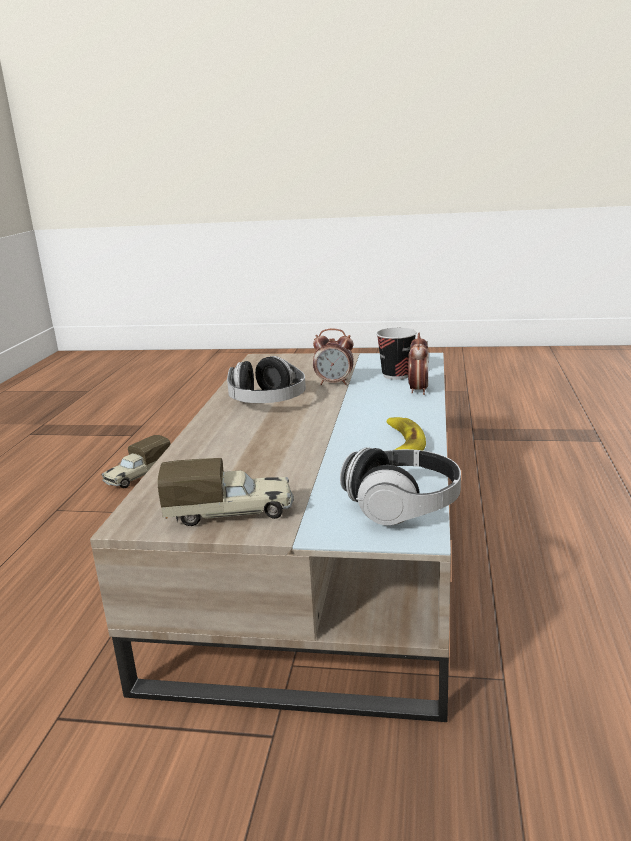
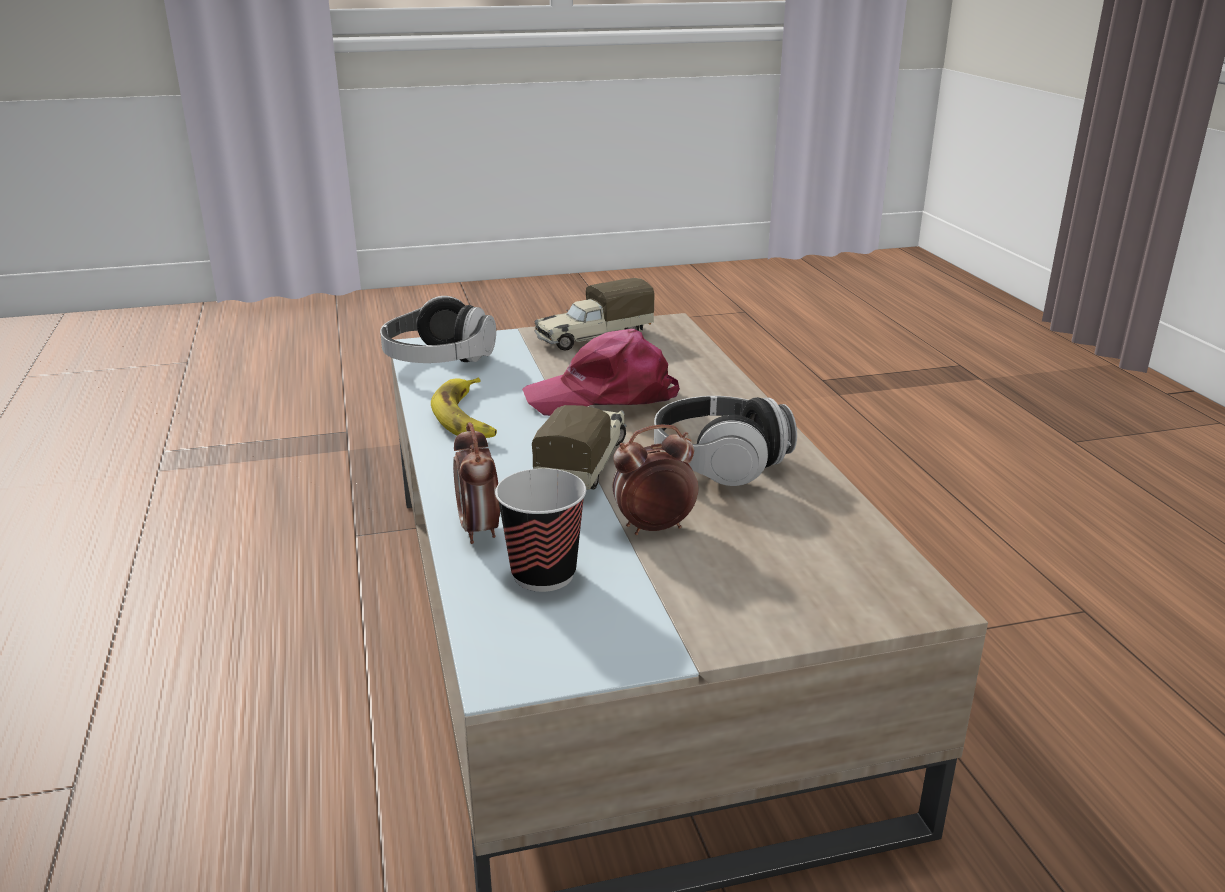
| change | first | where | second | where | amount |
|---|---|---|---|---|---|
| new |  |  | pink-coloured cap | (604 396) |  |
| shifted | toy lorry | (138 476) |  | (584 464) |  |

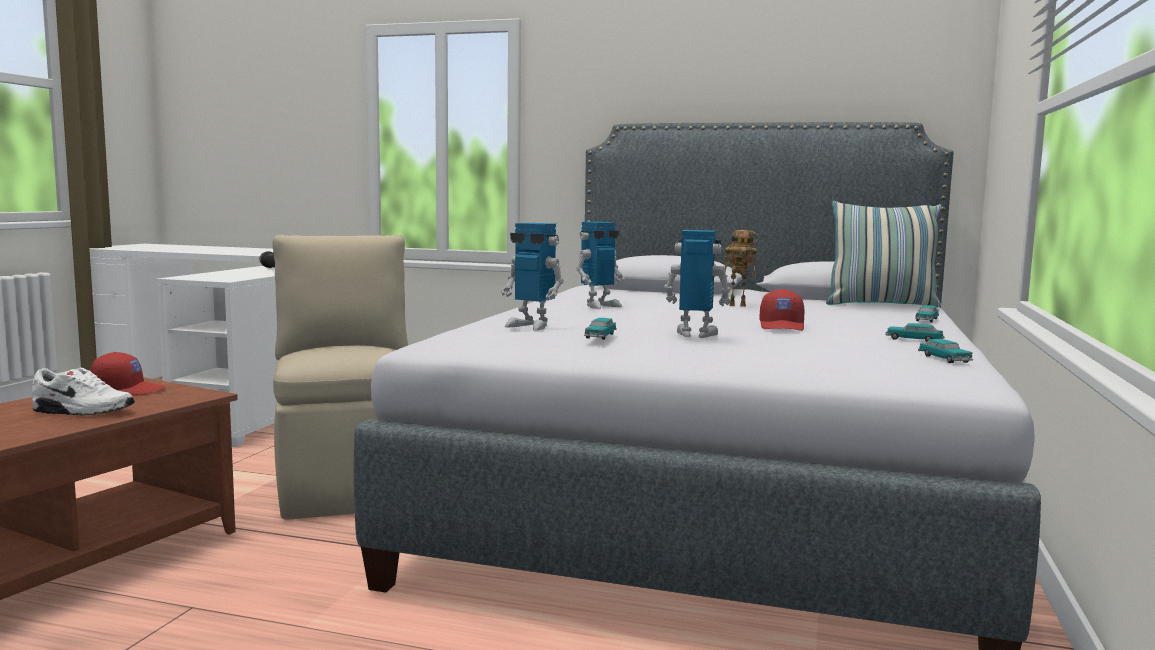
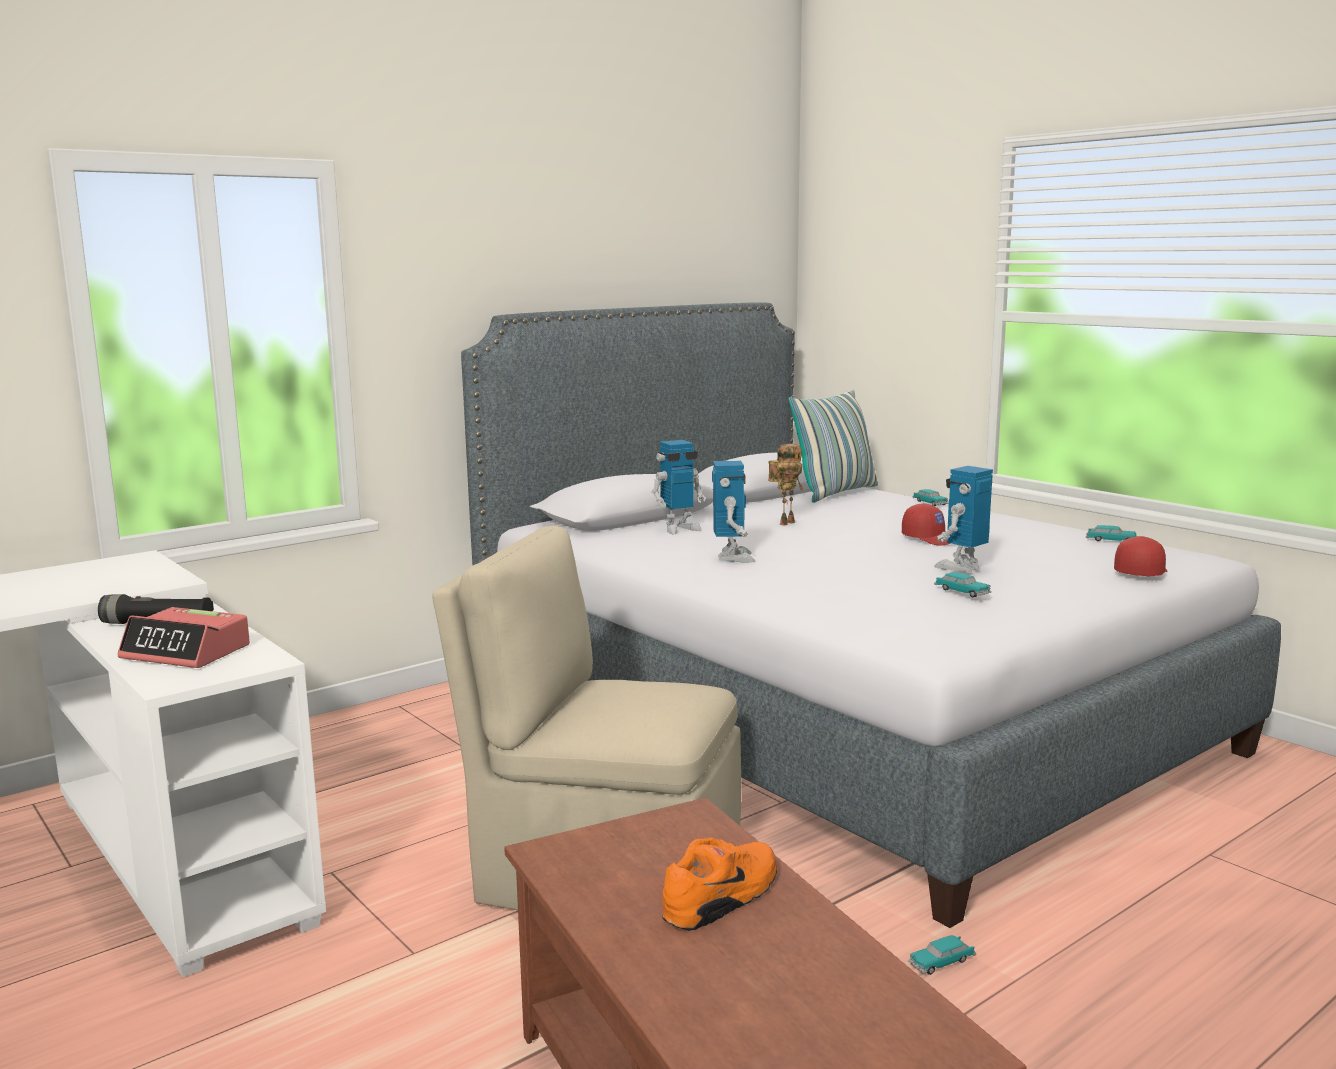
| change | first | where | second | where | amount |
|---|---|---|---|---|---|
| new |  |  | alarm clock | (186 652) |  |
| shifted | reddish cap | (128 390) |  | (1140 572) |  |
| shifted | model robot | (531 326) |  | (679 529) |  |
| shifted | model car | (914 340) |  | (941 962) |  |
| repainted | white low shoe | (82 412) | orange-coloured low shoe | (724 898) |  |

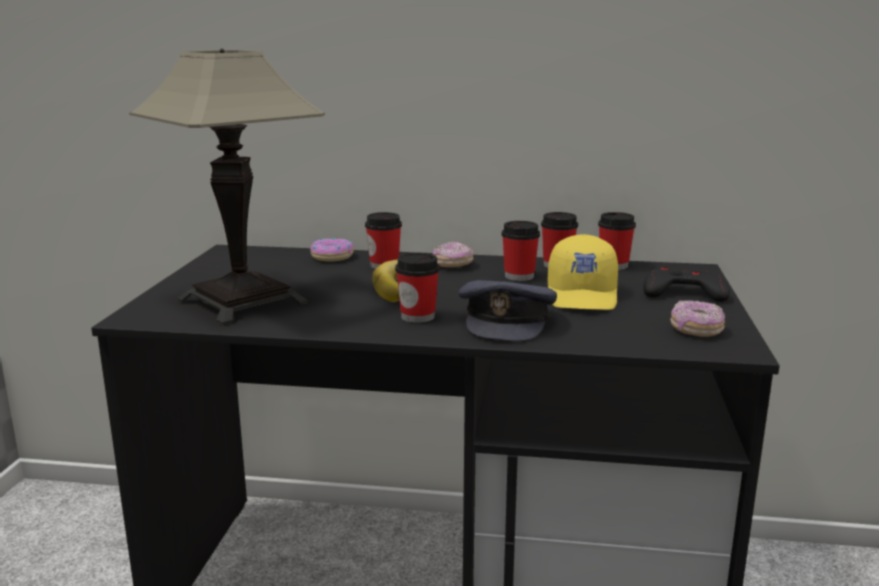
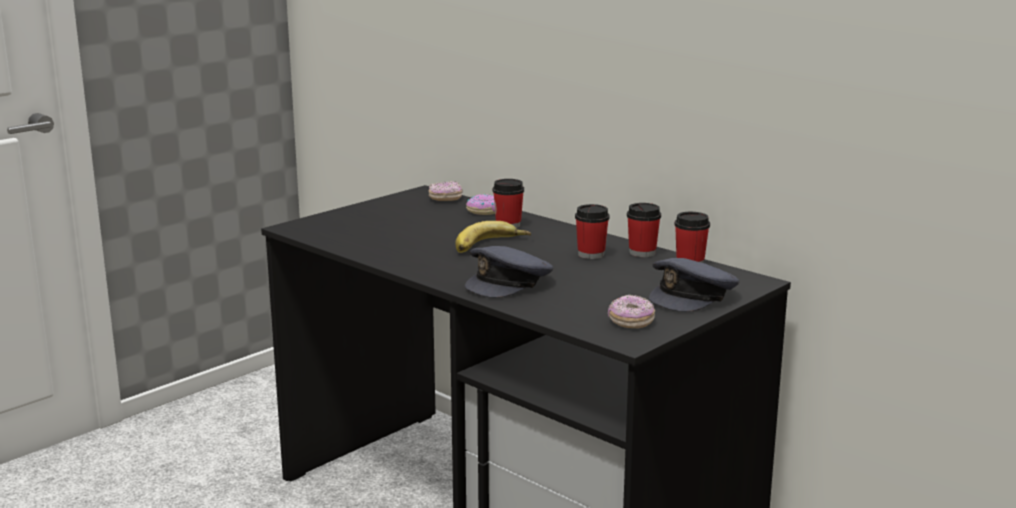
| change | first | where | second | where | amount |
|---|---|---|---|---|---|
| gone | table lamp | (243 301) |  |  |  |
| gone | cup | (418 316) |  |  |  |
| gone | yellowish cap | (583 296) |  |  |  |
| shifted | donut | (453 265) |  | (445 199) |  |
| swapped | blackish joypad | (683 293) | greyish cap | (693 296) |  |

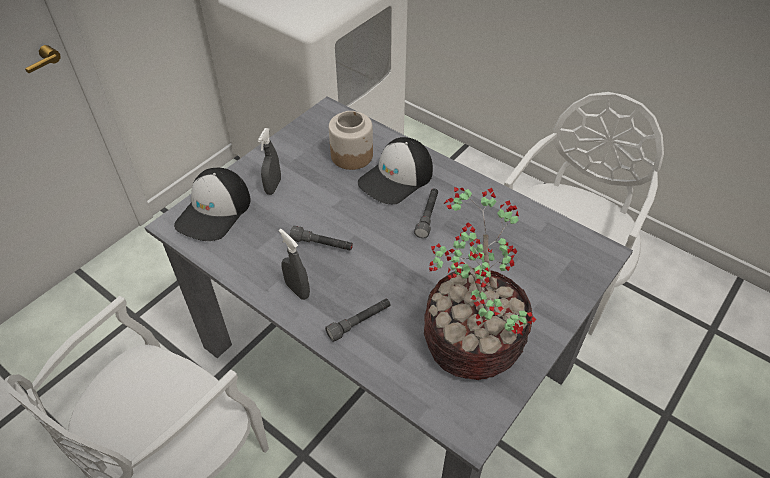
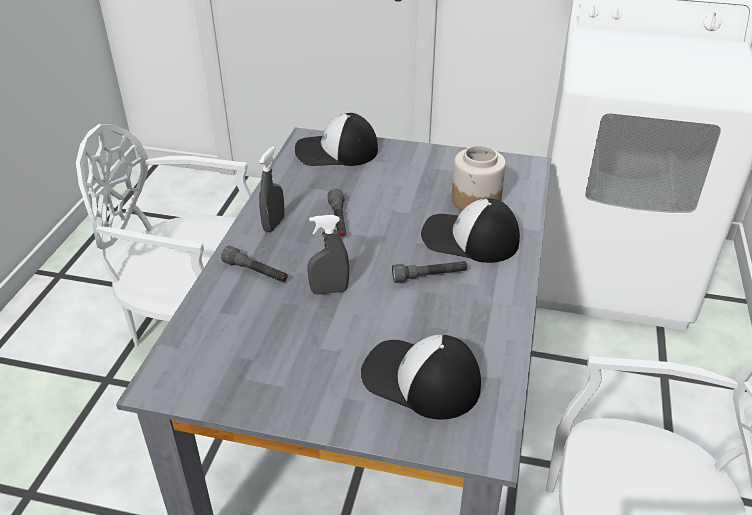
| change | first | where | second | where | amount |
|---|---|---|---|---|---|
| gone | houseplant | (471 337) |  |  |  |
| new |  |  | cap | (420 380) |  |
| shifted | greyish hand sprayer | (273 187) |  | (329 291) |  |

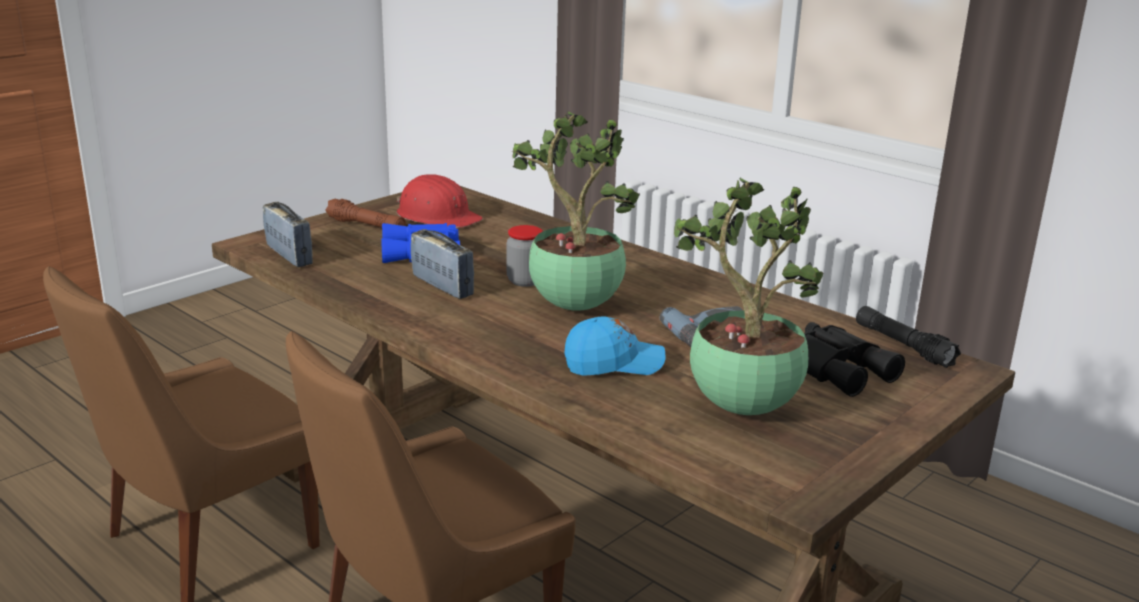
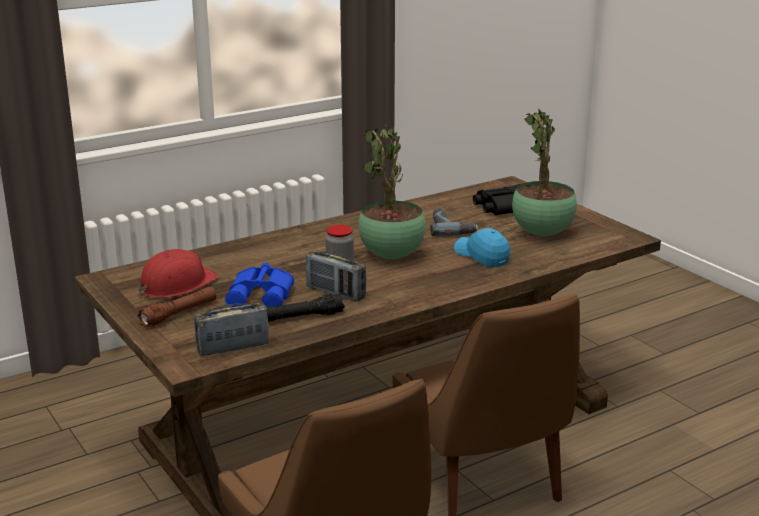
| change | first | where | second | where | amount |
|---|---|---|---|---|---|
| shifted | blackish hand torch | (903 346) |  | (301 317) |  |
| rotated | radio set | (442 286) |  | (335 293) | 120 degrees counterclockwise |
| rotated | blue cap | (614 364) |  | (482 256) | 45 degrees counterclockwise |

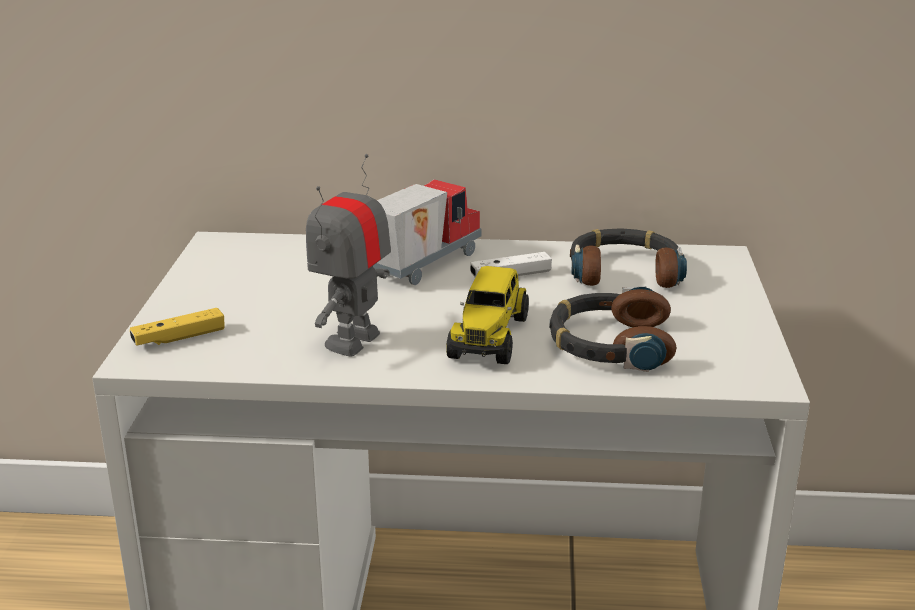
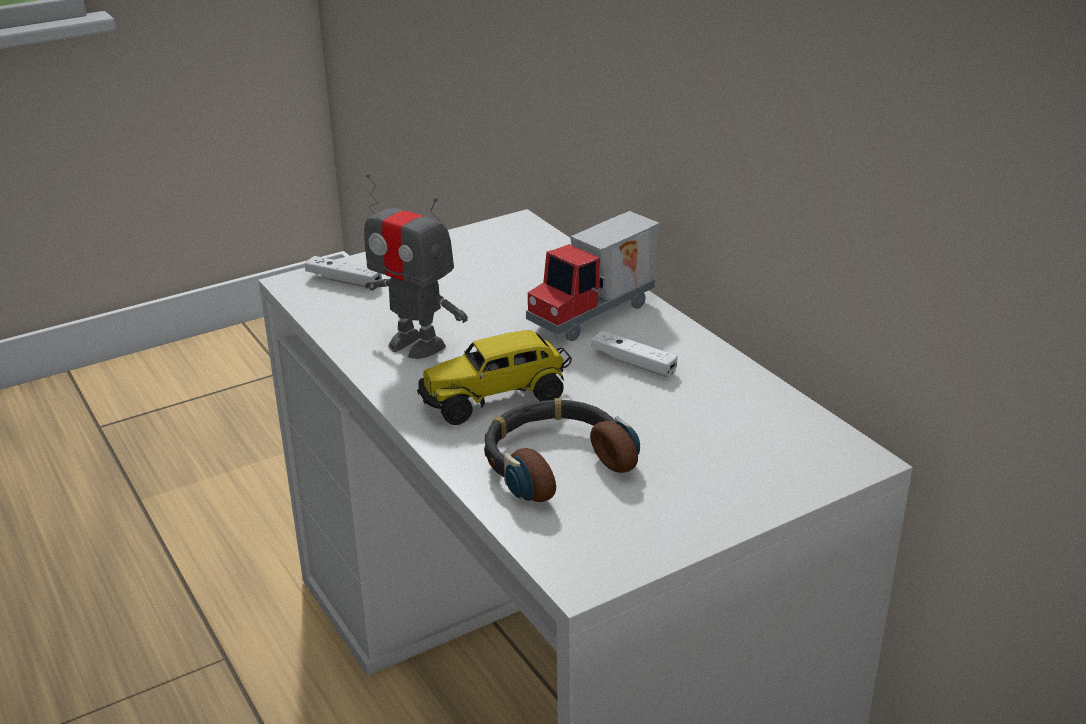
| change | first | where | second | where | amount |
|---|---|---|---|---|---|
| gone | headphones | (624 271) |  |  |  |
| repainted | yellowish joypad | (179 338) | white joypad | (344 281) |  |
| rotated | model robot | (353 341) |  | (416 344) | 135 degrees counterclockwise |
| rotated | toy lorry | (422 264) |  | (596 316) | 135 degrees clockwise |

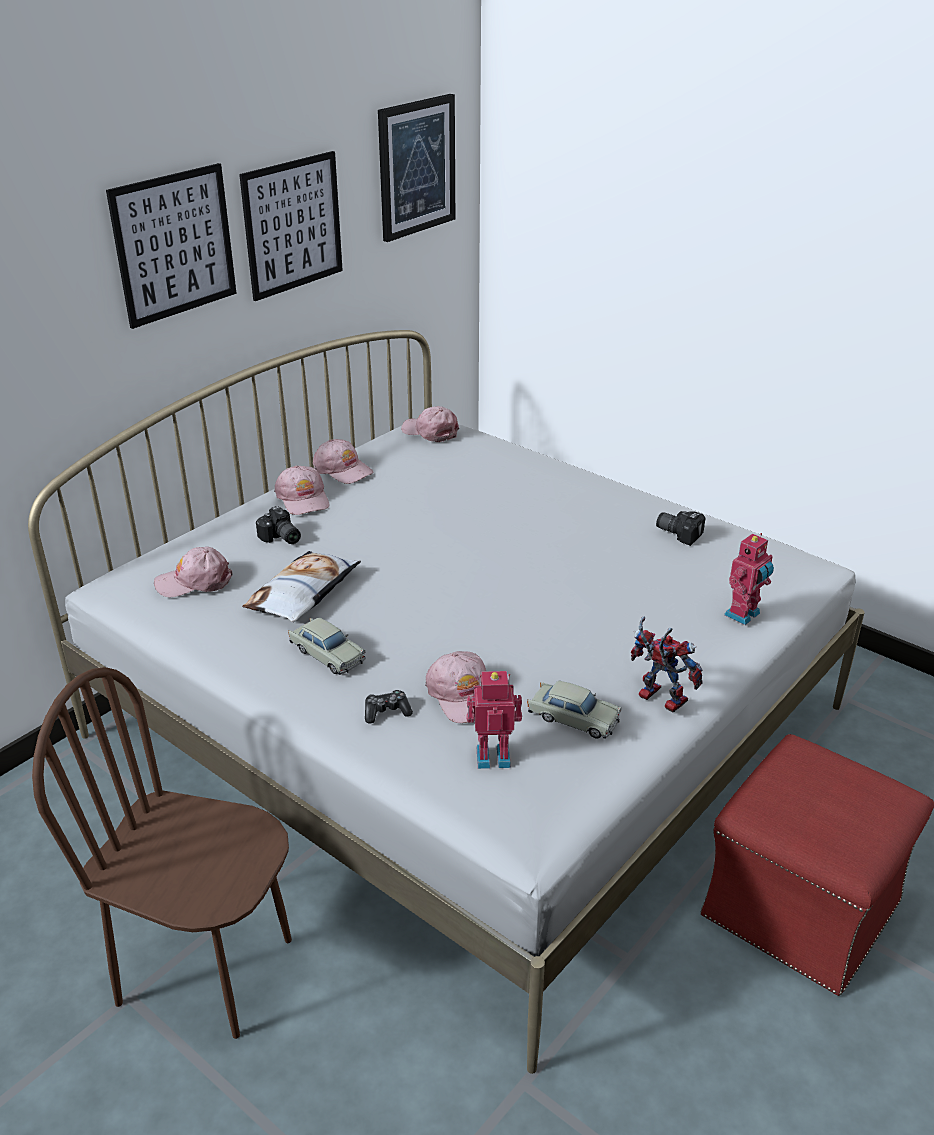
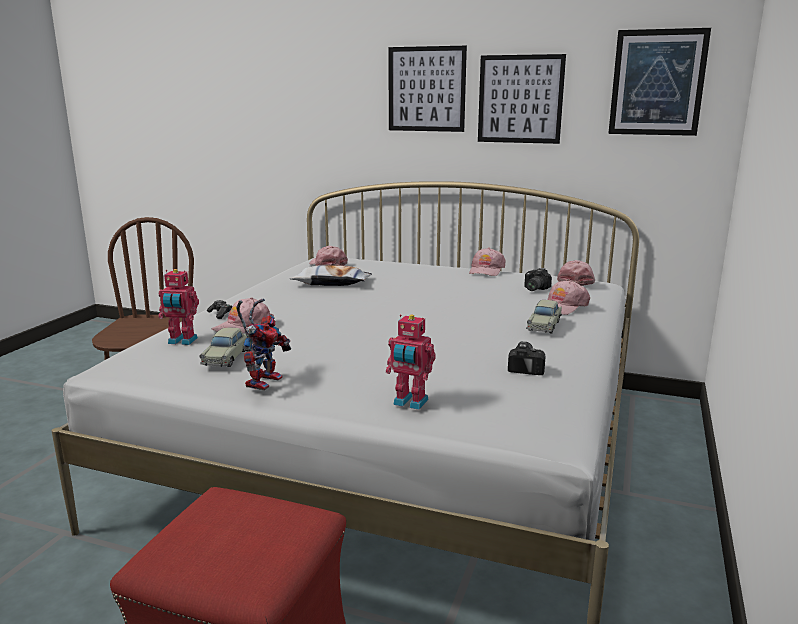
| change | first | where | second | where | amount |
|---|---|---|---|---|---|
| shifted | photo camera | (280 538) |  | (533 289) |  |
| shifted | pink-coloured cap | (303 498) |  | (563 306) |  |
| shifted | beige model car | (327 654) |  | (544 325) |  |
| rotated | model robot | (493 755) |  | (182 341) | 120 degrees clockwise |

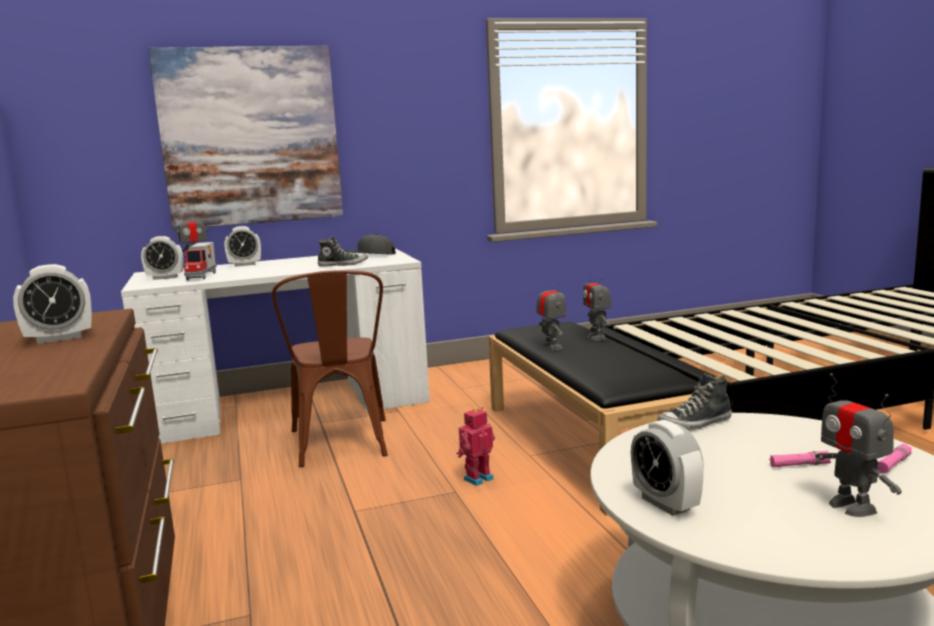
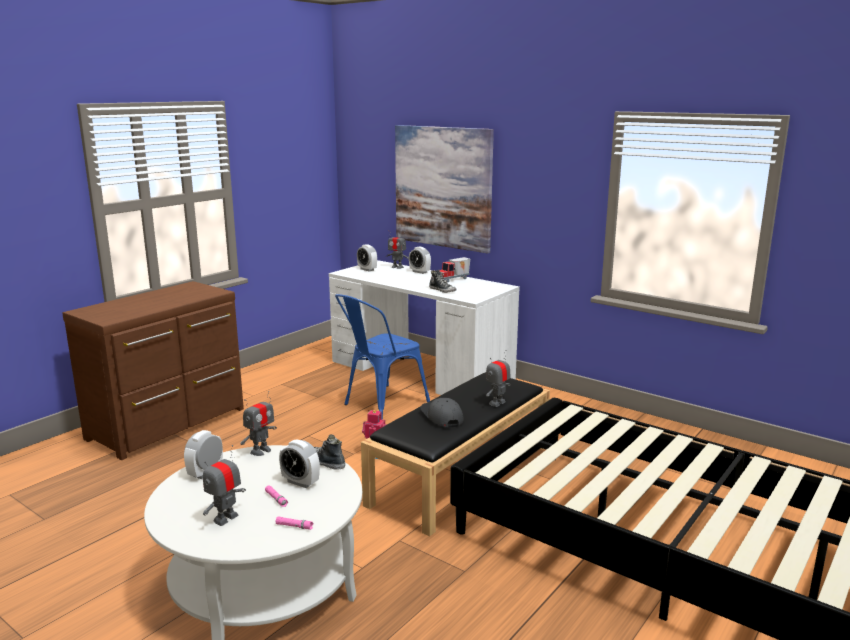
| change | first | where | second | where | amount |
|---|---|---|---|---|---|
| shifted | alarm clock | (59 338) |  | (300 482) |  |
| shifted | toy lorry | (203 276) |  | (454 279) |  |
| shifted | greyish cap | (369 255) |  | (441 417) |  |
| shifted | model robot | (552 347) |  | (260 451) |  |
| repainted | brown chair | (341 446) | blue chair | (380 404) |  |

